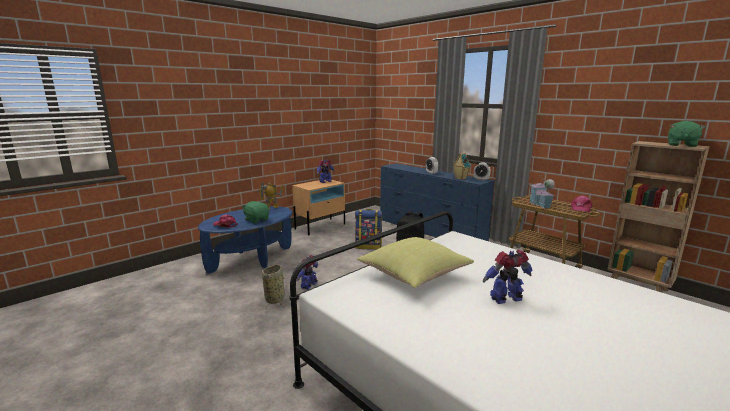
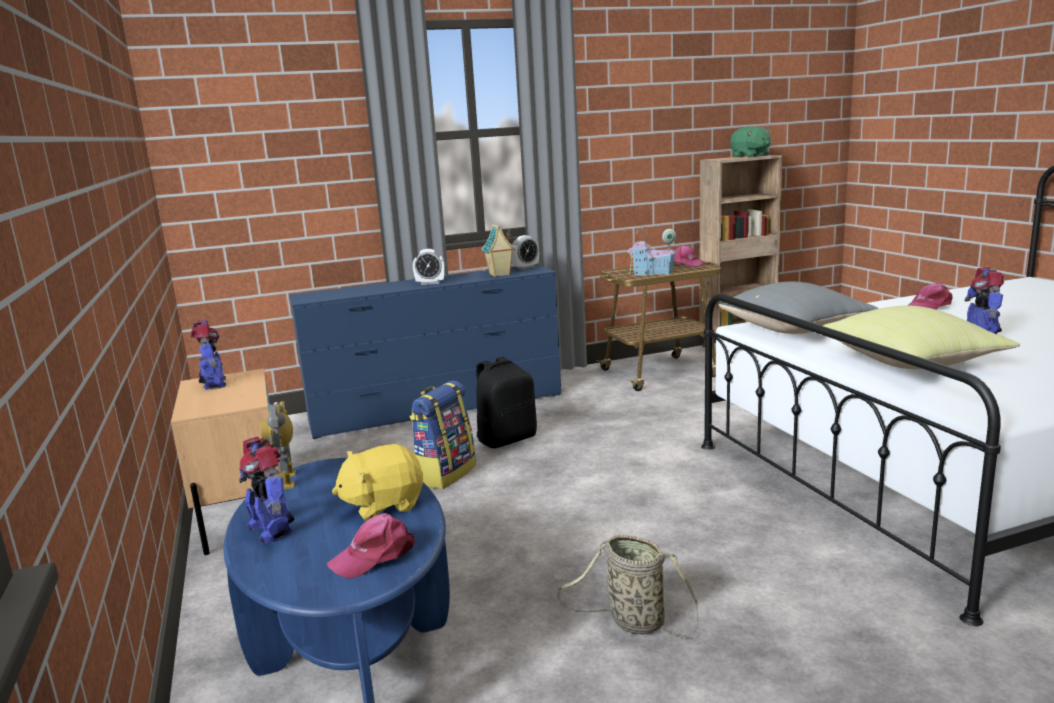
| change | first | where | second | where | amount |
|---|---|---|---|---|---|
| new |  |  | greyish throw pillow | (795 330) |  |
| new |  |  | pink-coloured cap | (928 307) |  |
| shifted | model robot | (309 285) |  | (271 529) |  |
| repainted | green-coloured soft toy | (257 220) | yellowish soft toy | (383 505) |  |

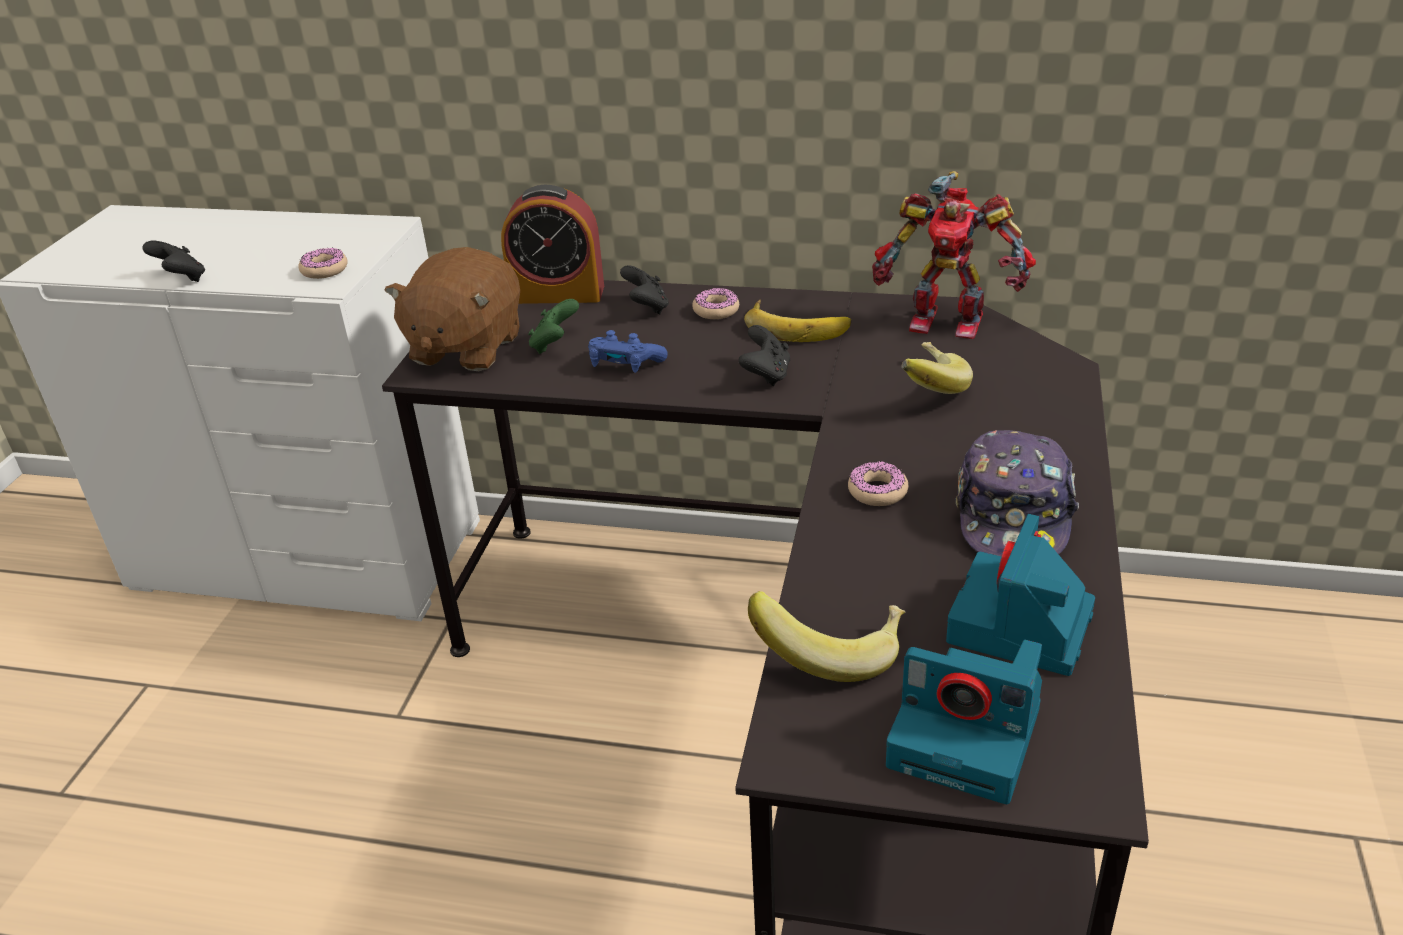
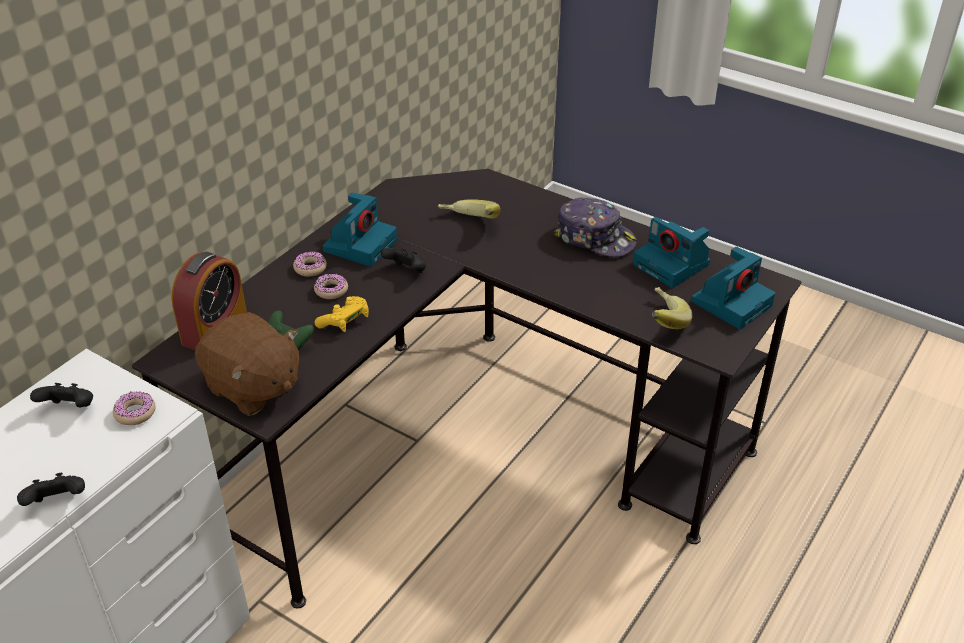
| change | first | where | second | where | amount |
|---|---|---|---|---|---|
| gone | model robot | (946 320) |  |  |  |
| shifted | blackish joypad | (647 307) |  | (70 409) |  |
| shifted | donut | (877 491) |  | (331 290) |  |
| swapped | banana | (797 326) | photo camera | (360 244) |  |
| repainted | blue joypad | (624 365) | yellowish joypad | (345 321) |  |

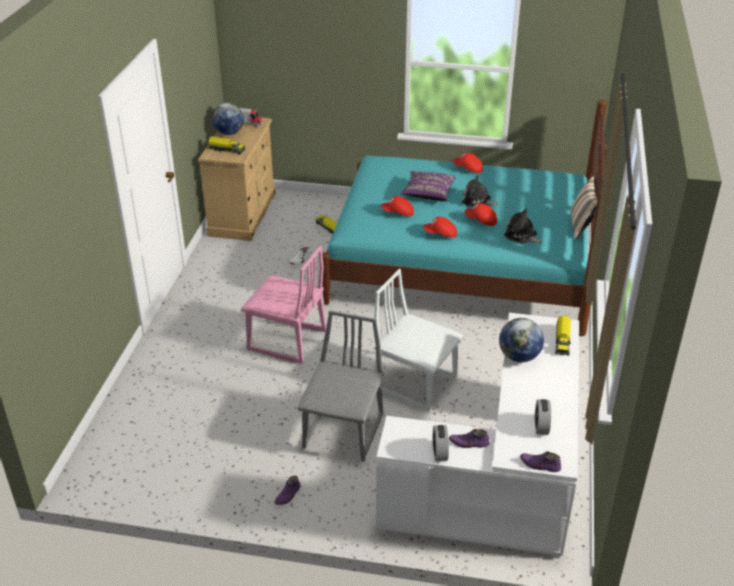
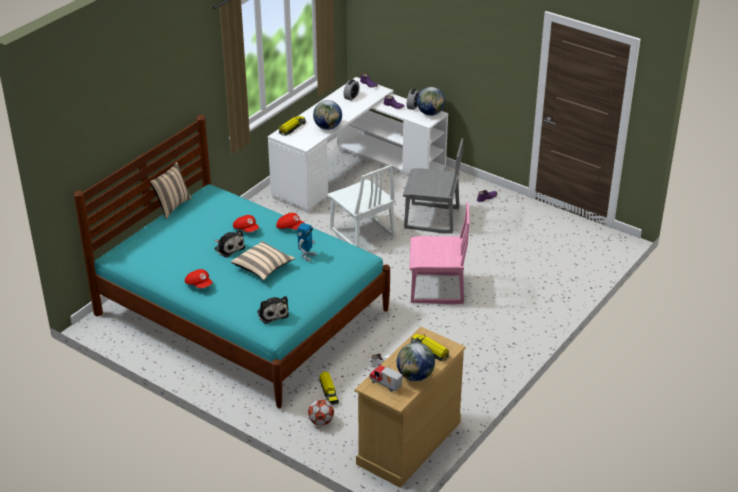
| change | first | where | second | where | amount |
|---|---|---|---|---|---|
| new |  |  | football | (321 421) |  |
| new |  |  | world globe | (430 113) |  |
| shifted | soft toy | (522 236) |  | (272 313) |  |
| swapped | reddish cap | (398 213) | model robot | (307 256) |  |
| repainted | purplish throw pillow | (428 194) | beige throw pillow | (263 268) |  |
| rotated | pink-coloured chair | (286 341) |  | (437 289) | 135 degrees clockwise |
| rotated | greyish chair | (344 432) |  | (431 219) | 120 degrees counterclockwise |

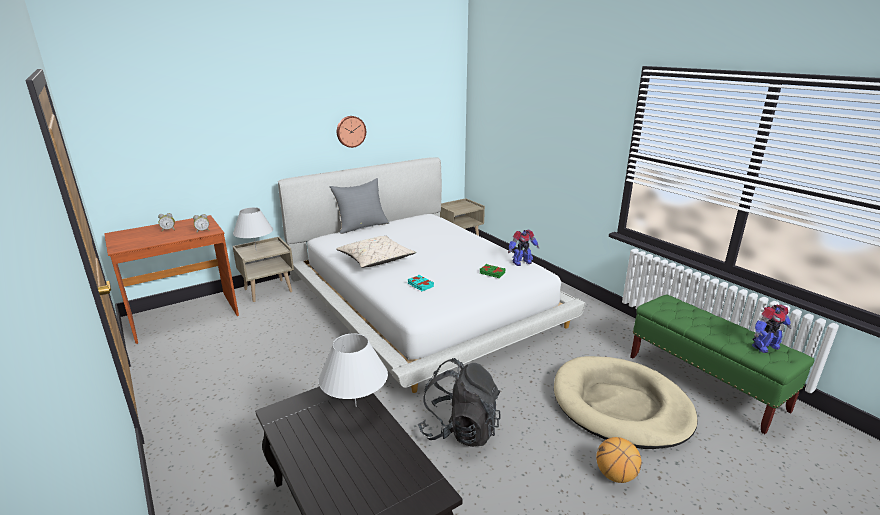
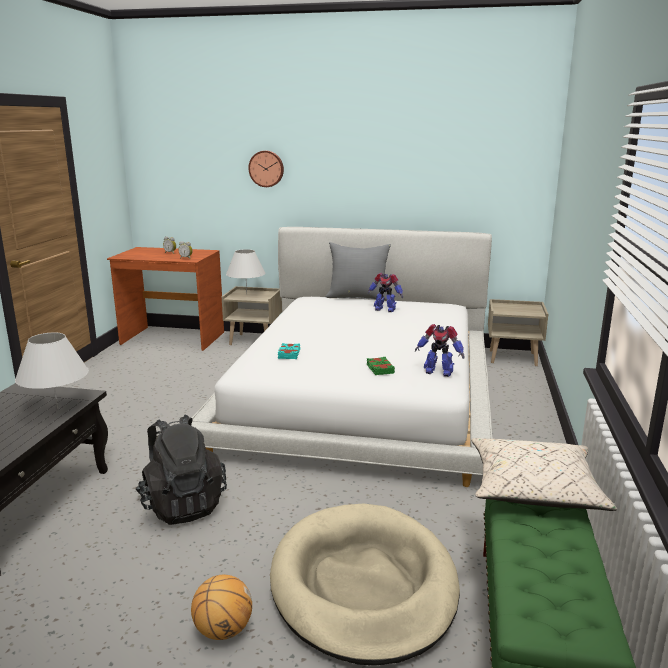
| change | first | where | second | where | amount |
|---|---|---|---|---|---|
| shifted | beige throw pillow | (375 260) |  | (534 489) |  |
| shifted | clock on the wall | (350 131) |  | (266 168) |  |
| shifted | model robot | (764 347) |  | (385 309) |  |

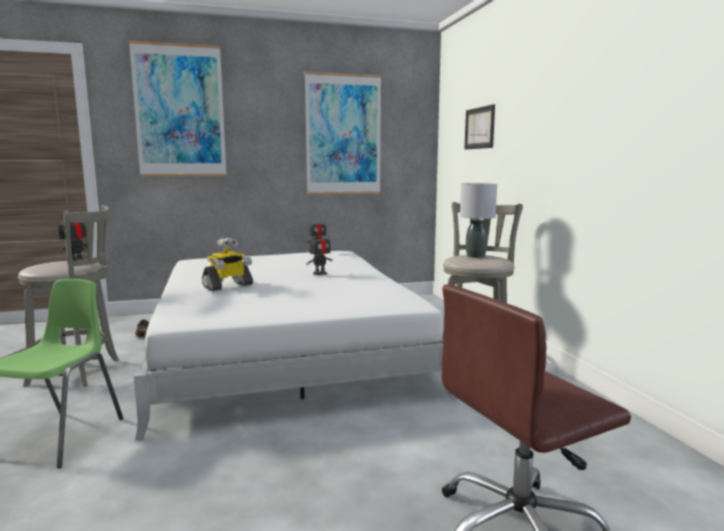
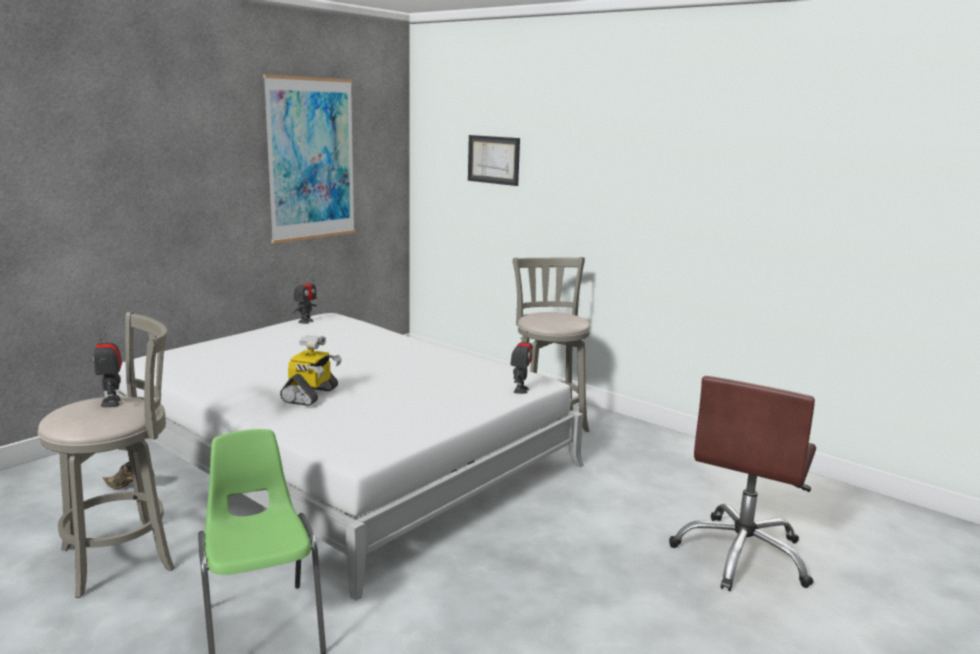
| change | first | where | second | where | amount |
|---|---|---|---|---|---|
| gone | wall picture | (180 111) |  |  |  |
| gone | greyish table lamp | (475 256) |  |  |  |
| shifted | model robot | (320 273) |  | (520 390) |  |

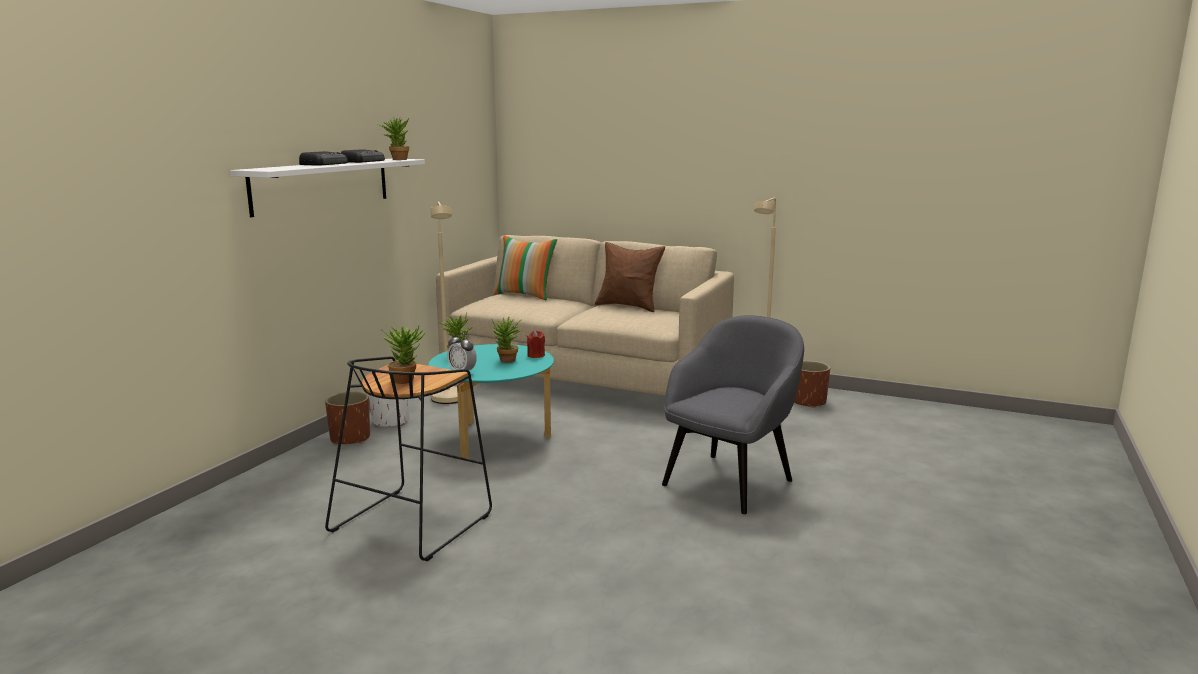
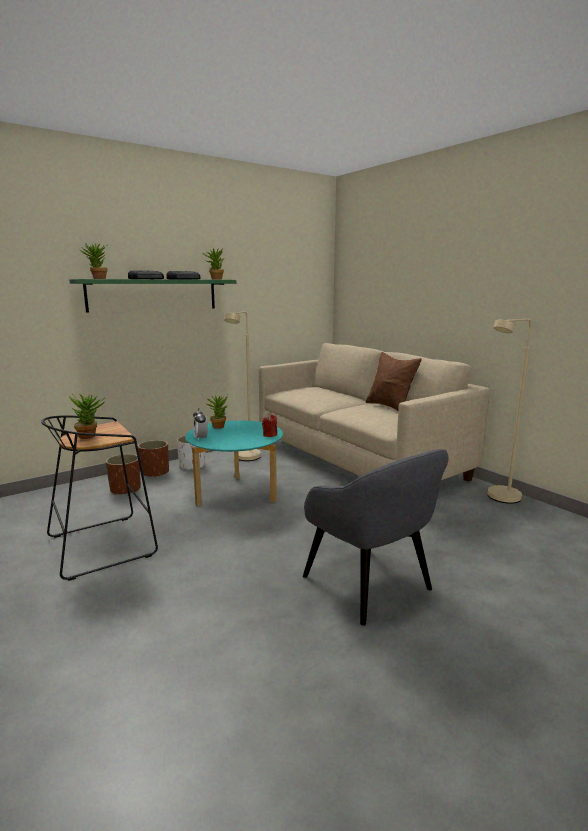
| change | first | where | second | where | amount |
|---|---|---|---|---|---|
| gone | throw pillow | (525 295) |  |  |  |
| shifted | houseplant | (507 361) |  | (97 279) |  |
| shifted | brown flower pot | (808 402) |  | (125 489) |  |
| repainted | white bracket shelf | (322 185) | green-coloured bracket shelf | (153 295) |  |
| rotated | greyish armchair | (729 481) |  | (368 584) | 75 degrees clockwise |

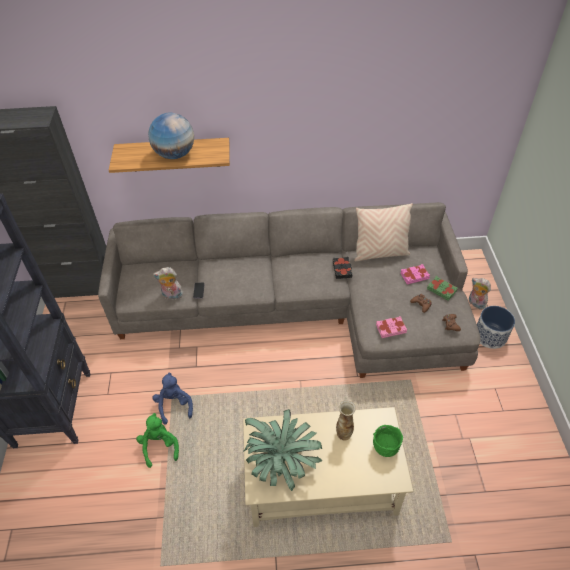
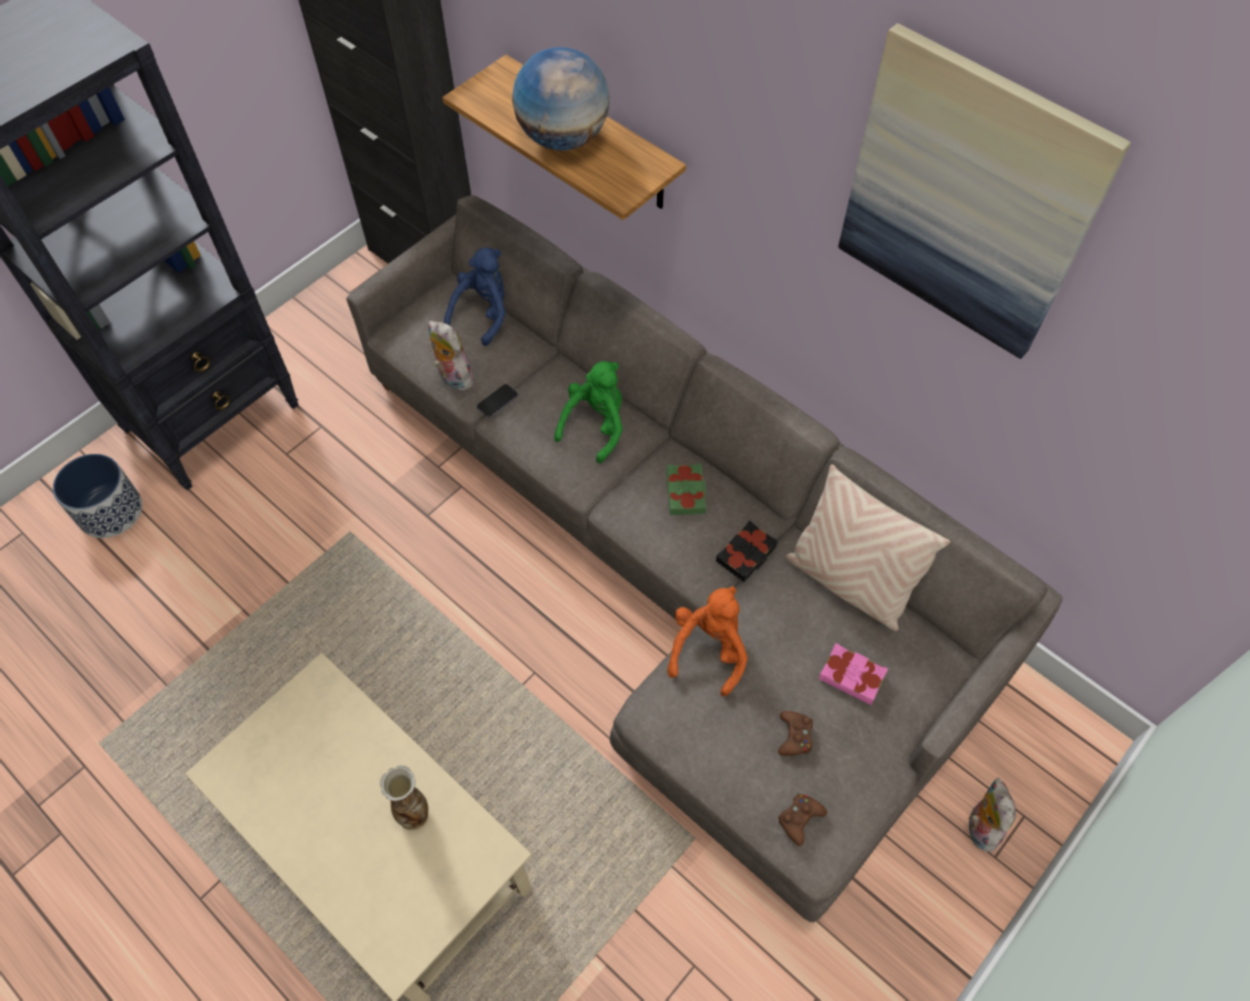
| change | first | where | second | where | amount |
|---|---|---|---|---|---|
| gone | houseplant | (283 461) |  |  |  |
| gone | green-coloured deep dish | (385 447) |  |  |  |
| gone | pink-coloured bound book | (390 328) |  |  |  |
| new |  |  | orange-coloured soft toy | (709 649) |  |
| new |  |  | wall picture | (968 198) |  |
| shifted | green-coloured soft toy | (159 446) |  | (595 425) |  |
| shifted | blue soft toy | (174 405) |  | (484 313) |  |
| shifted | green-coloured bound book | (441 290) |  | (686 492) |  |
| shifted | flower pot | (490 336) |  | (111 512) |  |

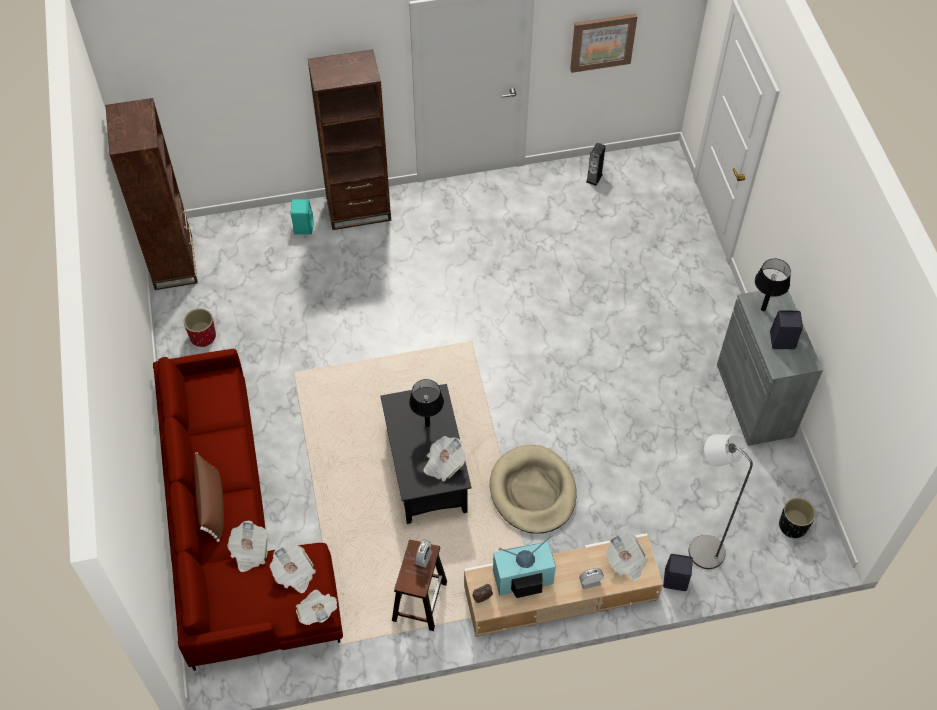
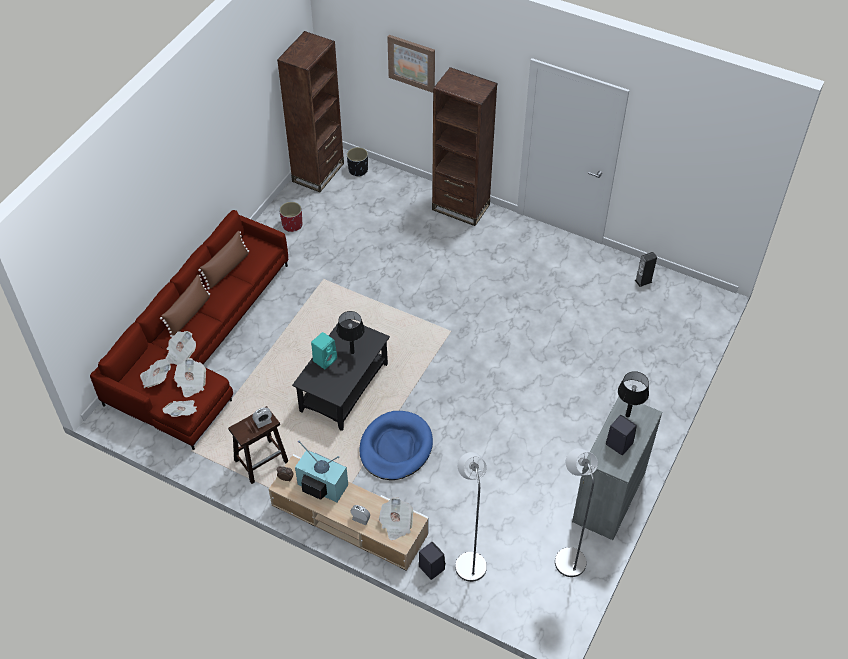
| change | first | where | second | where | amount |
|---|---|---|---|---|---|
| new |  |  | brown throw pillow | (227 269) |  |
| new |  |  | greyish standard lamp | (567 557) |  |
| shifted | blue-green loudspeaker | (303 226) |  | (325 359) |  |
| shifted | printed paper | (443 464) |  | (156 378) |  |
| shifted | wall picture | (602 42) |  | (412 62) |  |
| shifted | blackish flower pot | (793 526) |  | (358 170) |  |
| repainted | beige dog bed | (533 491) | blue dog bed | (395 447) |  |

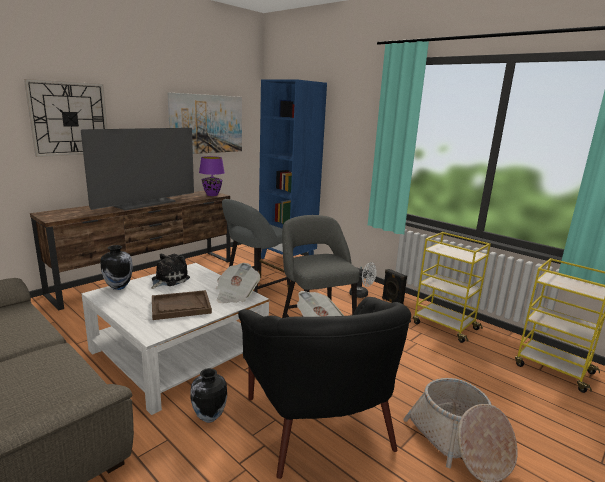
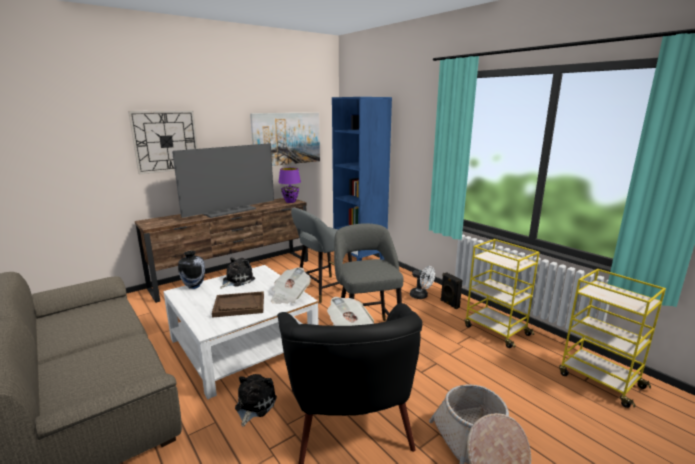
| change | first | where | second | where | amount |
|---|---|---|---|---|---|
| swapped | vase | (209 417) | soft toy | (254 405) |  |

